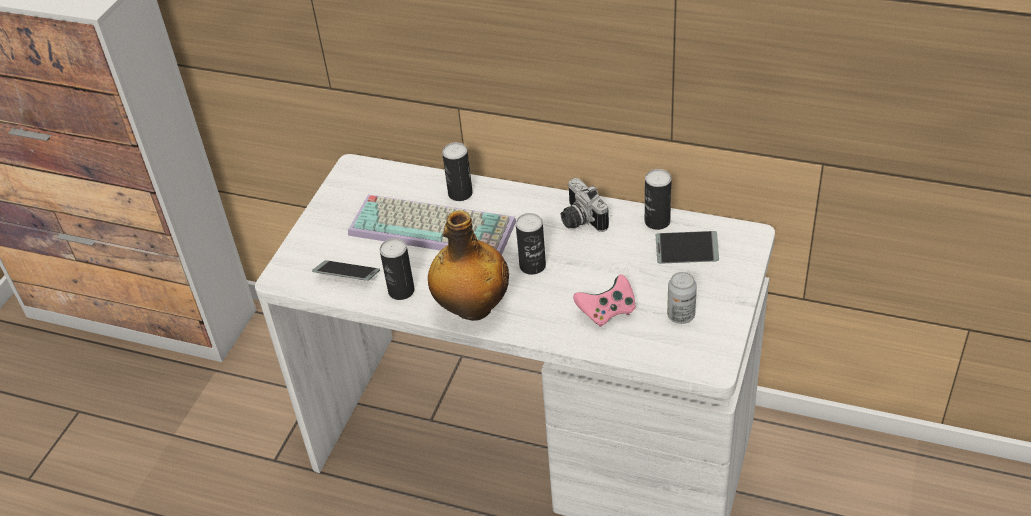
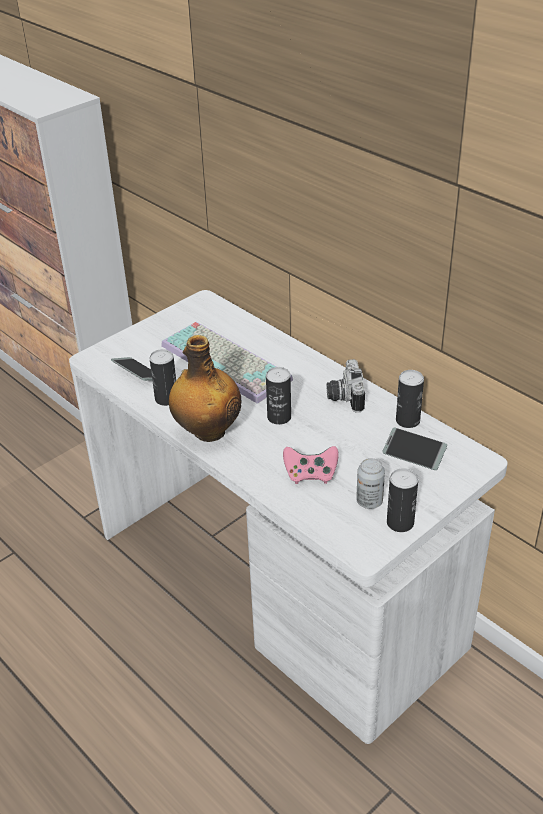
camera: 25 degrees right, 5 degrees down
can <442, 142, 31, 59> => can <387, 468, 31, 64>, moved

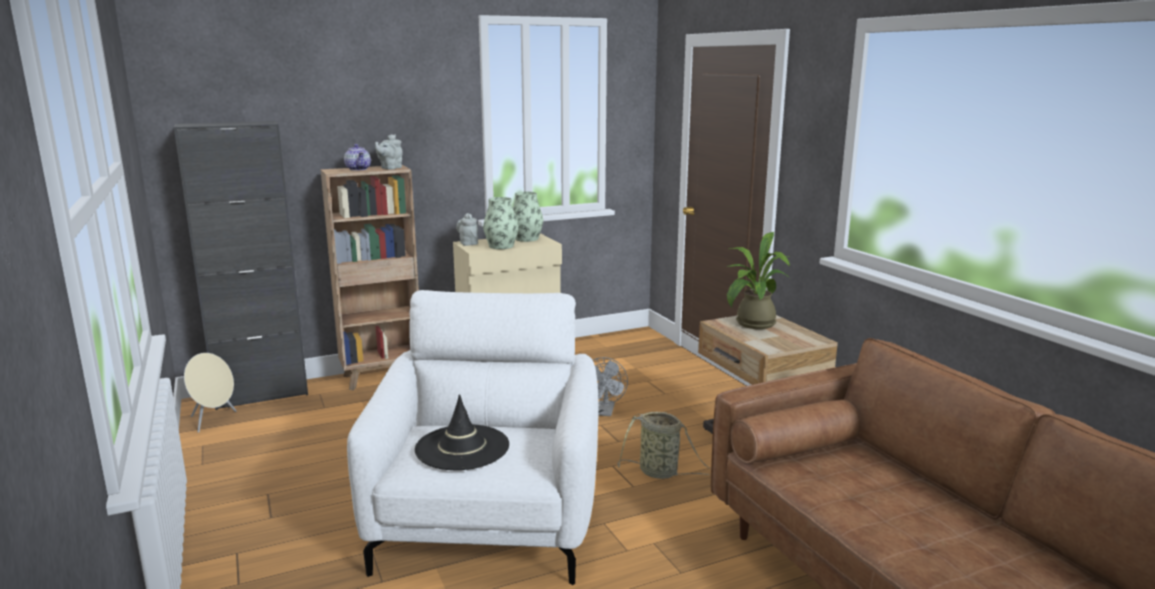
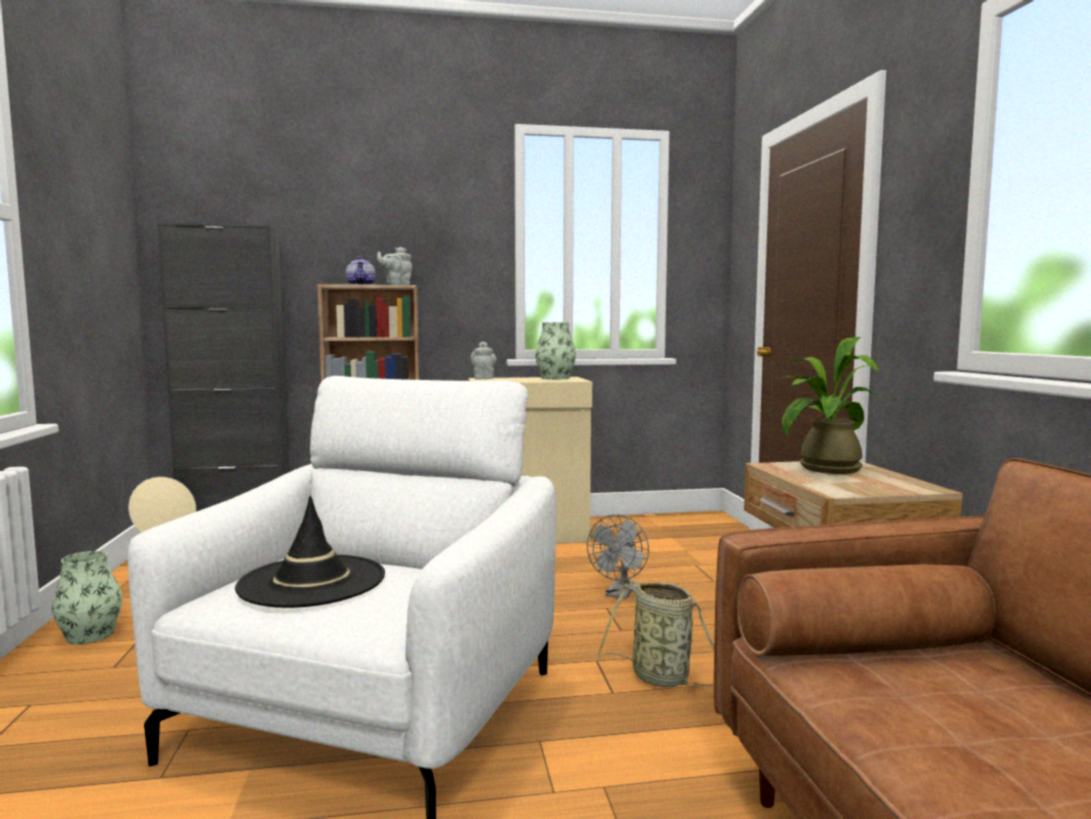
camera: 15 degrees right, 10 degrees down
vase <483, 197, 36, 52> => vase <52, 551, 70, 93>, moved

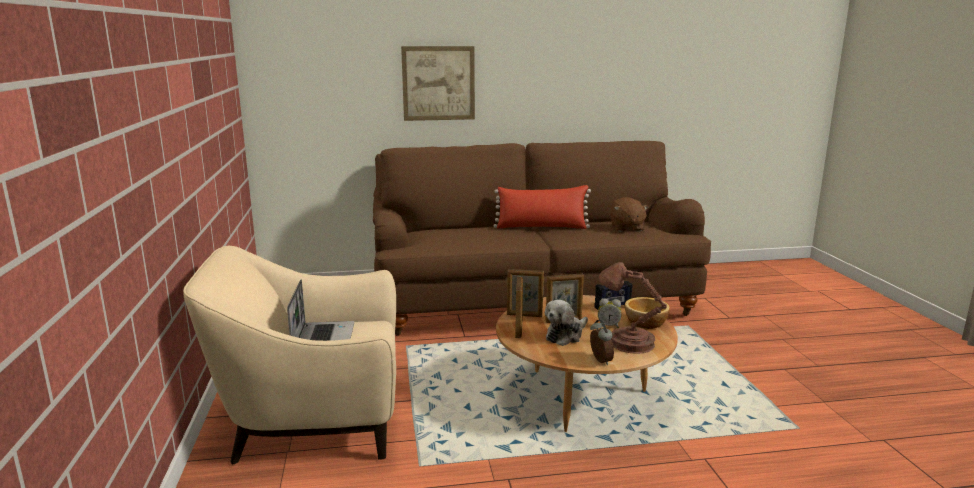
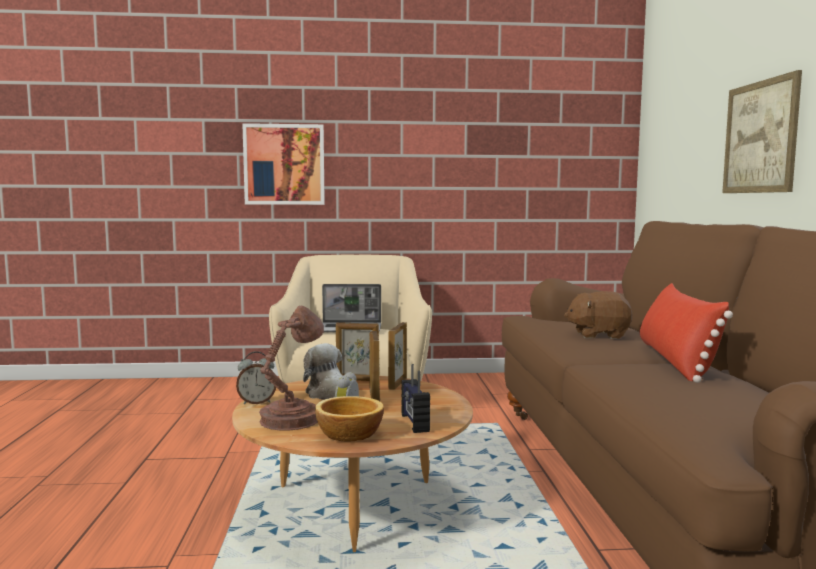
camera: 95 degrees right, 10 degrees down
nothing => picture <242, 123, 83, 82>
brown plush toy <610, 197, 39, 35> => brown plush toy <564, 291, 68, 48>, moved

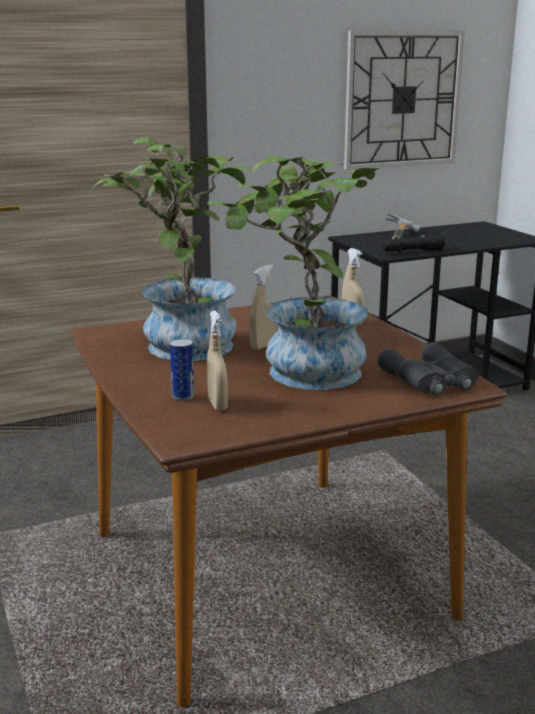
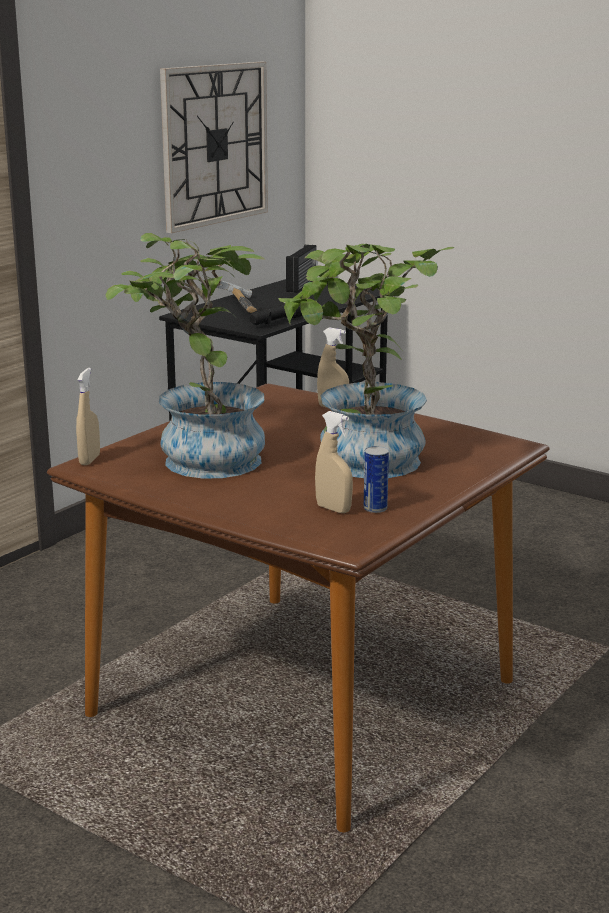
camera: 30 degrees left, 0 degrees up
beige spray bottle <249, 265, 28, 85> => beige spray bottle <76, 368, 24, 97>, moved
nothing => radio <286, 245, 32, 48>
can <170, 339, 24, 62> => can <364, 446, 25, 67>, moved
grey binoculars <378, 342, 101, 54> => nothing

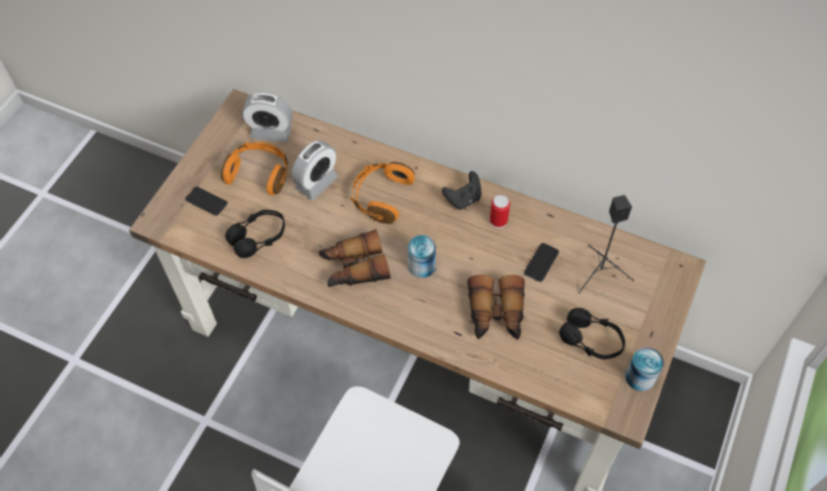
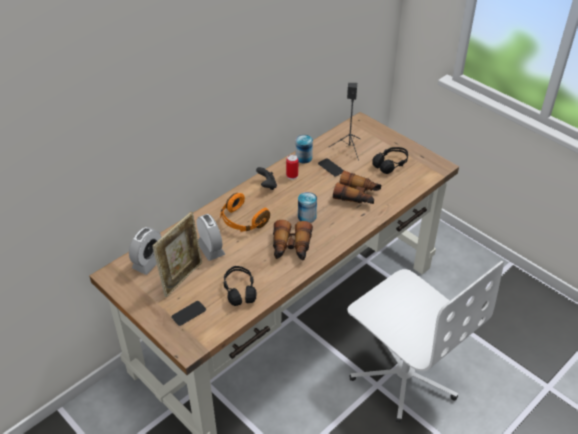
camera: 70 degrees left, 15 degrees down
orange headphones <221, 142, 67, 53> => picture frame <152, 212, 50, 86>
can <626, 347, 38, 44> => can <295, 135, 18, 28>, moved

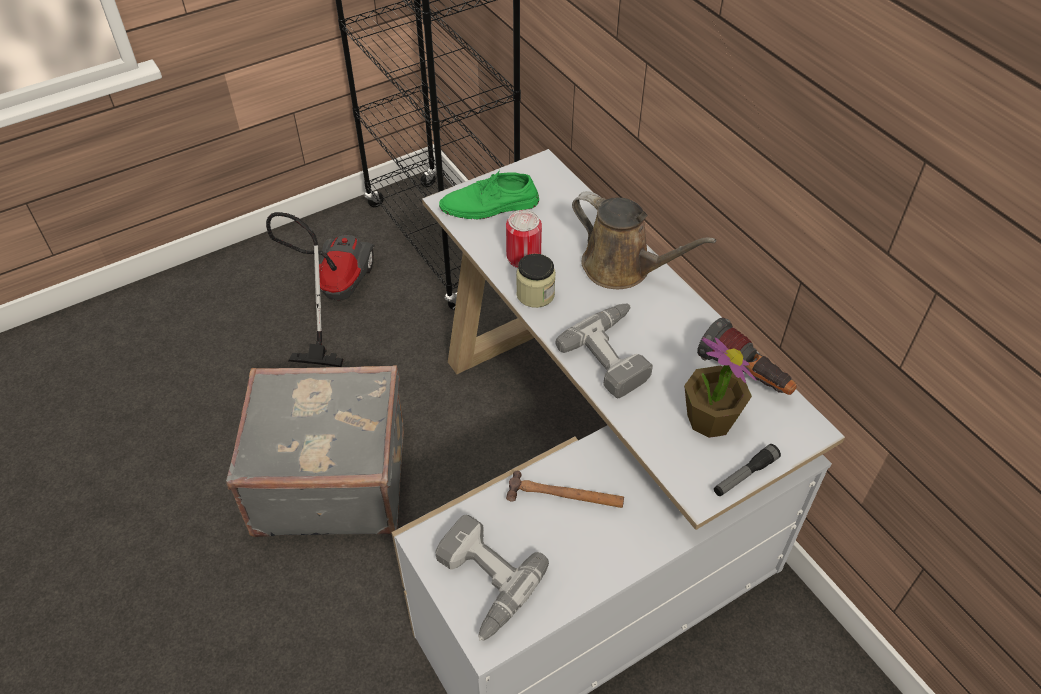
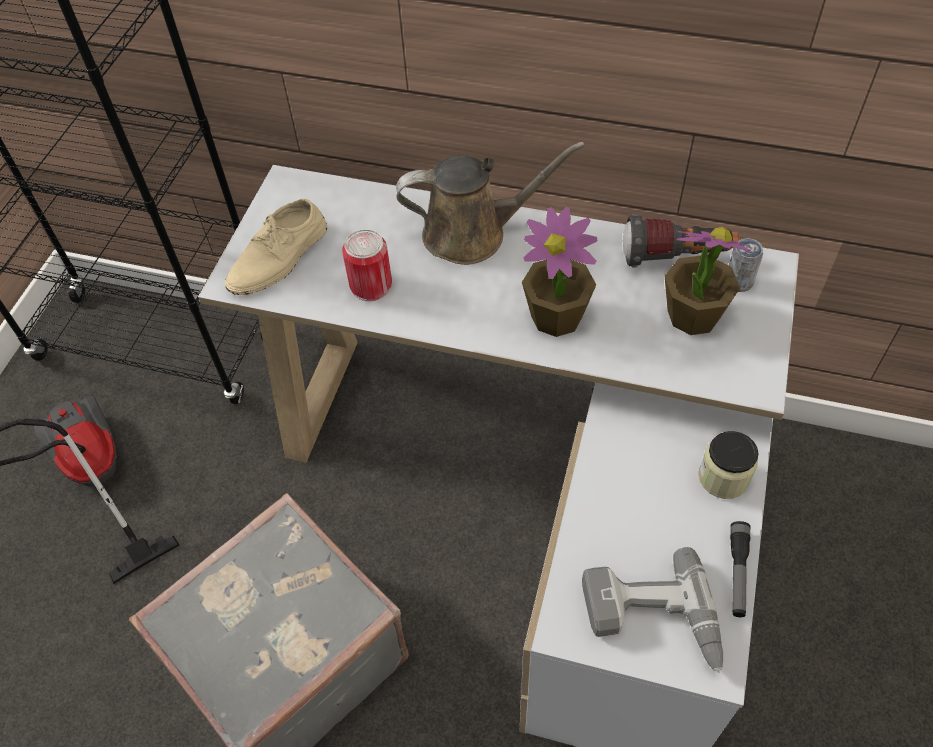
camera: 40 degrees left, 5 degrees up
green shoe <439, 170, 100, 49> => beige shoe <225, 199, 102, 96>
power drill <555, 304, 98, 94> => potted plant <522, 207, 75, 130>
jar <516, 254, 40, 54> => jar <698, 431, 61, 68>, moved
nothing => can <729, 238, 34, 54>
flashlight <714, 444, 67, 52> => flashlight <730, 521, 20, 96>, moved
hammer <506, 471, 118, 37> => nothing

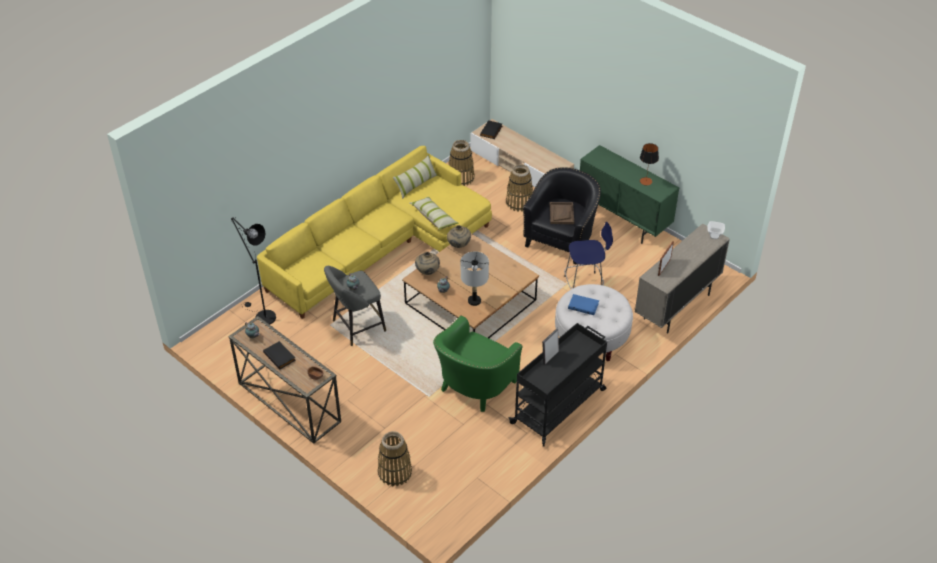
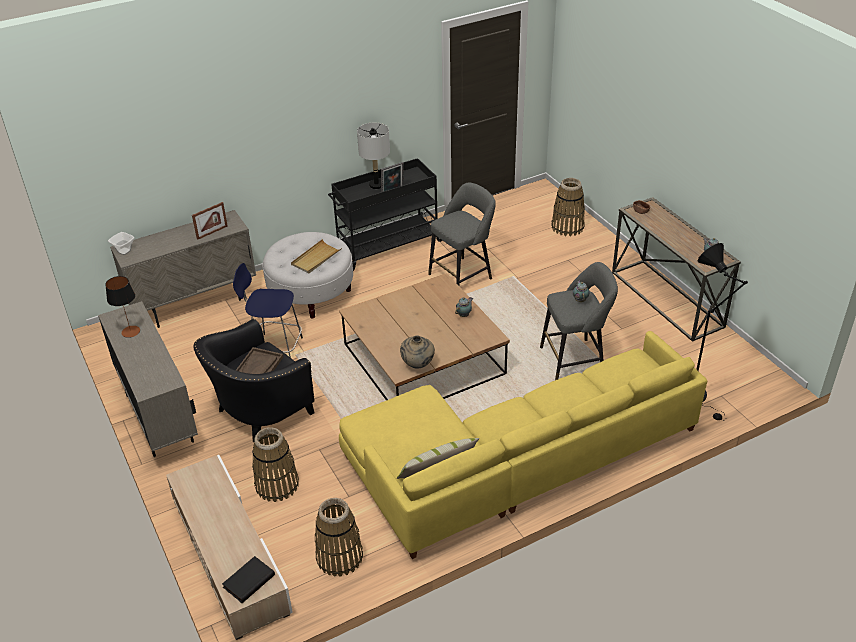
camera: 160 degrees left, 5 degrees down
green cabinet <580, 145, 99, 99> => beige cabinet <98, 301, 100, 156>
blue book <568, 294, 31, 21> => beige tray <291, 239, 51, 35>
grey table lamp <461, 251, 28, 55> => grey table lamp <357, 123, 33, 66>, moved
green armchair <433, 315, 89, 97> => grey stool <428, 183, 68, 103>
black book <263, 341, 33, 29> => nothing
pillow <410, 197, 48, 33> => nothing
beige vase <415, 252, 25, 23> => nothing

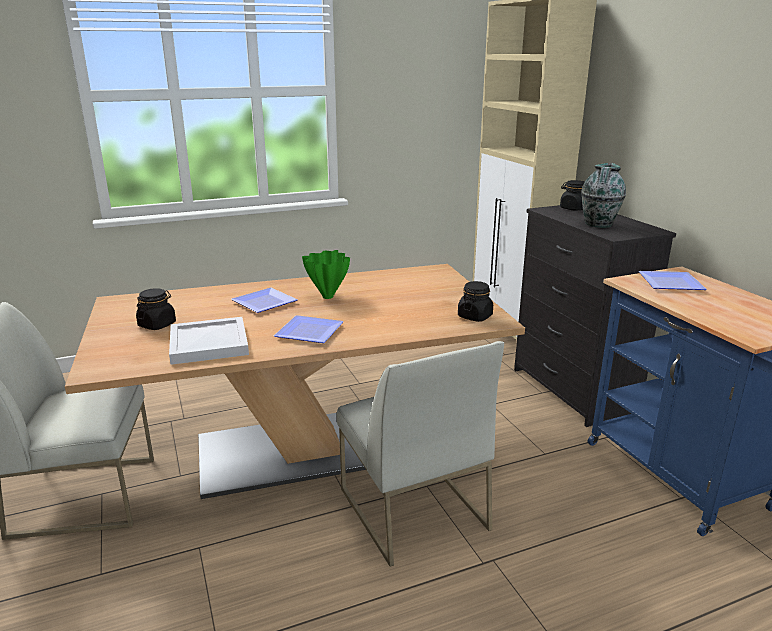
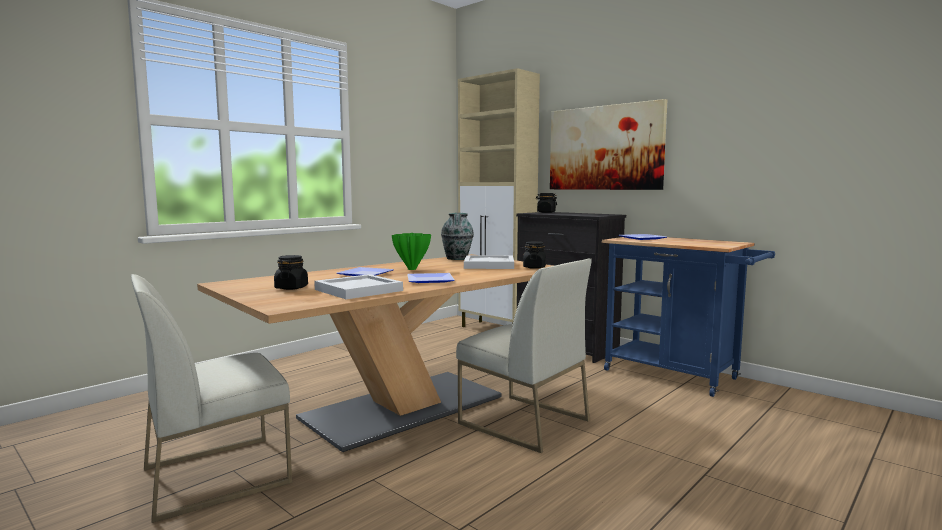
camera: 25 degrees left, 15 degrees down
vase <581, 163, 45, 65> => vase <441, 213, 33, 47>, moved
nothing => white tray <464, 255, 50, 14>
nothing => picture <550, 99, 117, 91>

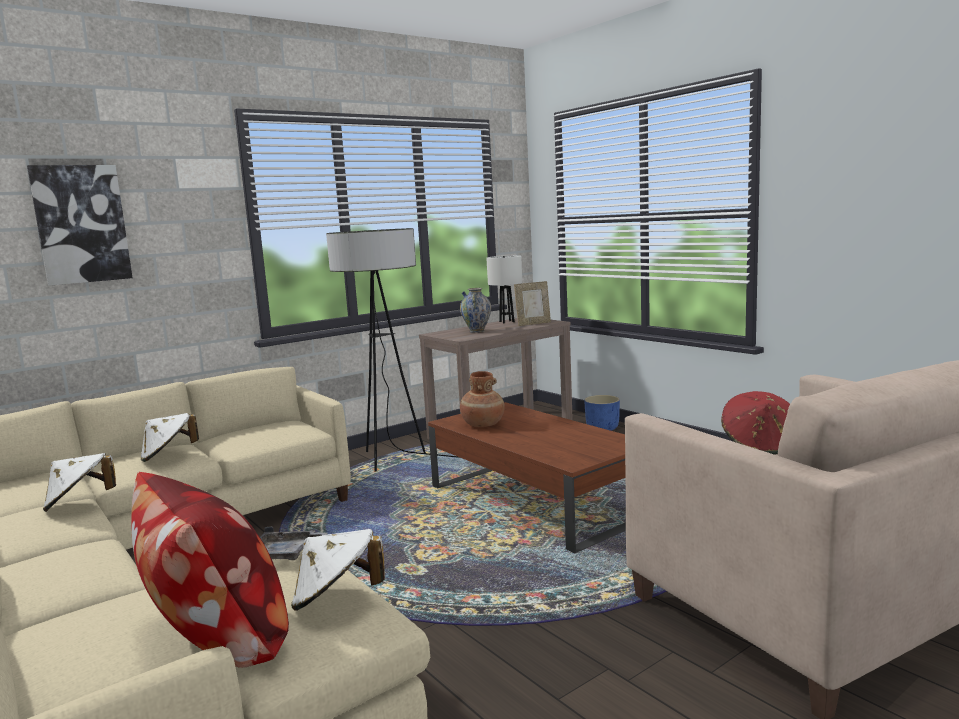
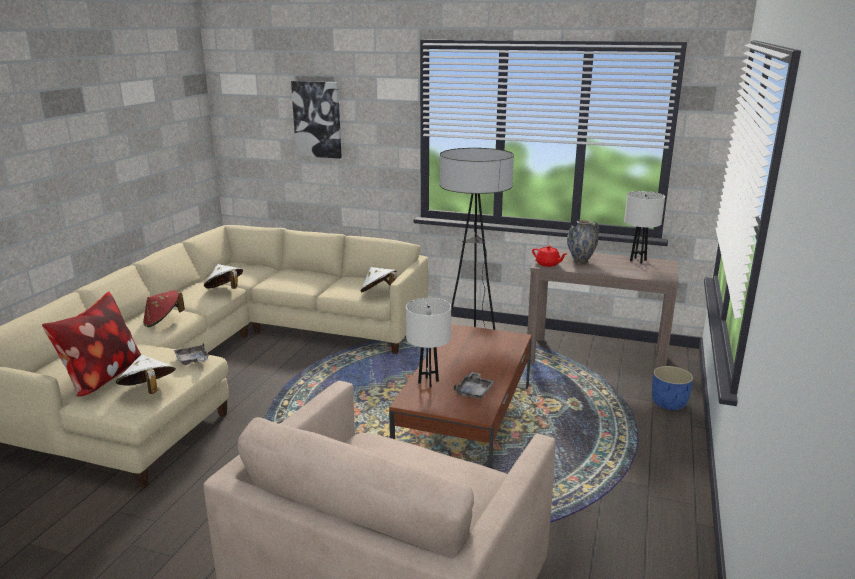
camera: 55 degrees right, 10 degrees up
red hat <721, 391, 69, 64> => red hat <143, 290, 42, 37>, moved
white hat <141, 413, 58, 49> => white hat <361, 267, 36, 25>, moved
nothing => white table lamp <406, 298, 45, 89>
nothing => grey tray <454, 372, 40, 27>
nothing => red teapot <532, 246, 35, 21>
brown vase <460, 371, 45, 56> => nothing
picture frame <514, 281, 37, 45> => nothing

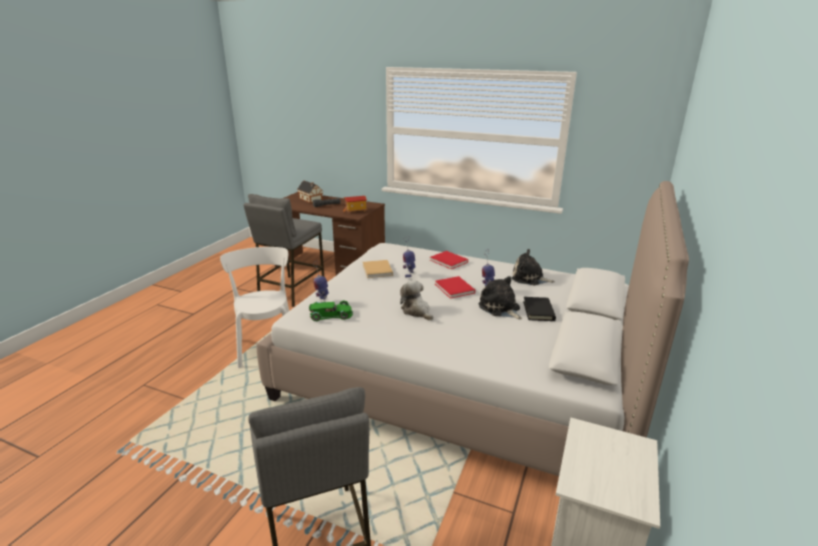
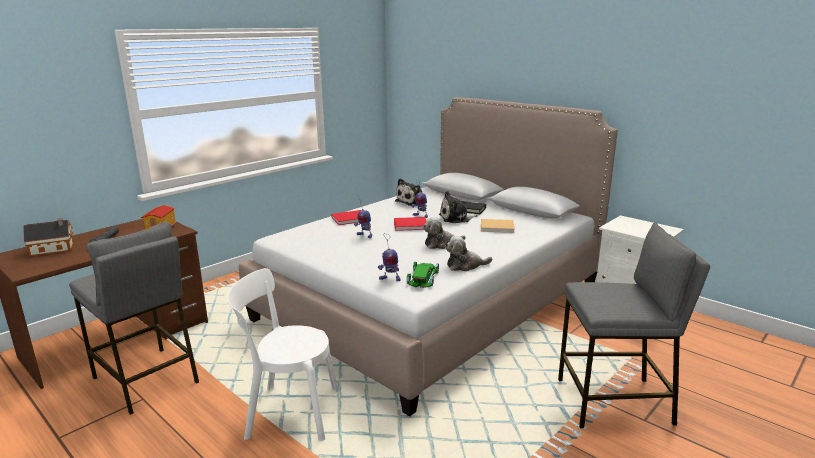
camera: 70 degrees left, 5 degrees down
nothing => plush toy <445, 236, 47, 35>
beige book <363, 260, 30, 18> => beige book <481, 219, 34, 14>, moved

